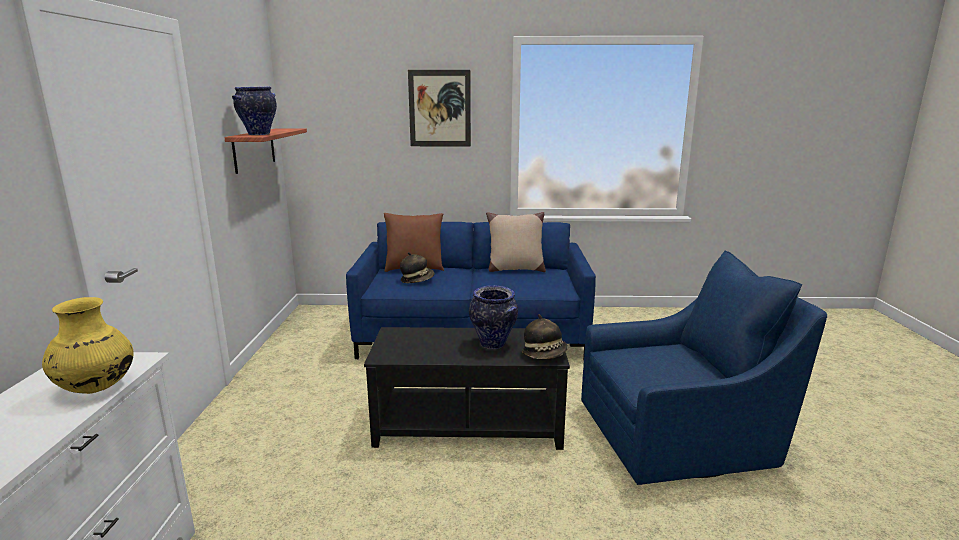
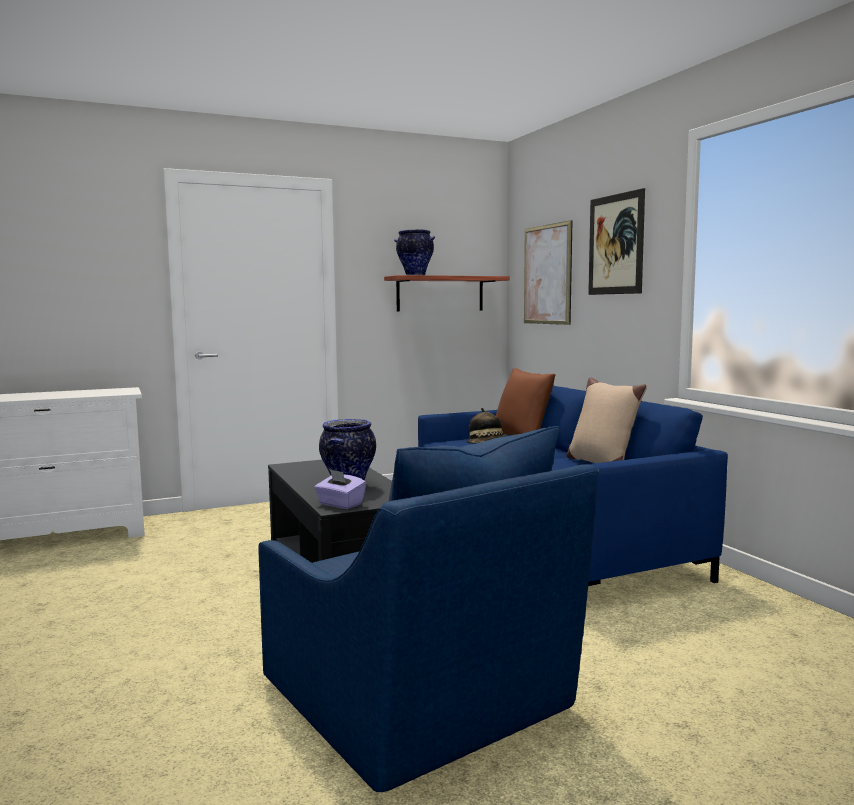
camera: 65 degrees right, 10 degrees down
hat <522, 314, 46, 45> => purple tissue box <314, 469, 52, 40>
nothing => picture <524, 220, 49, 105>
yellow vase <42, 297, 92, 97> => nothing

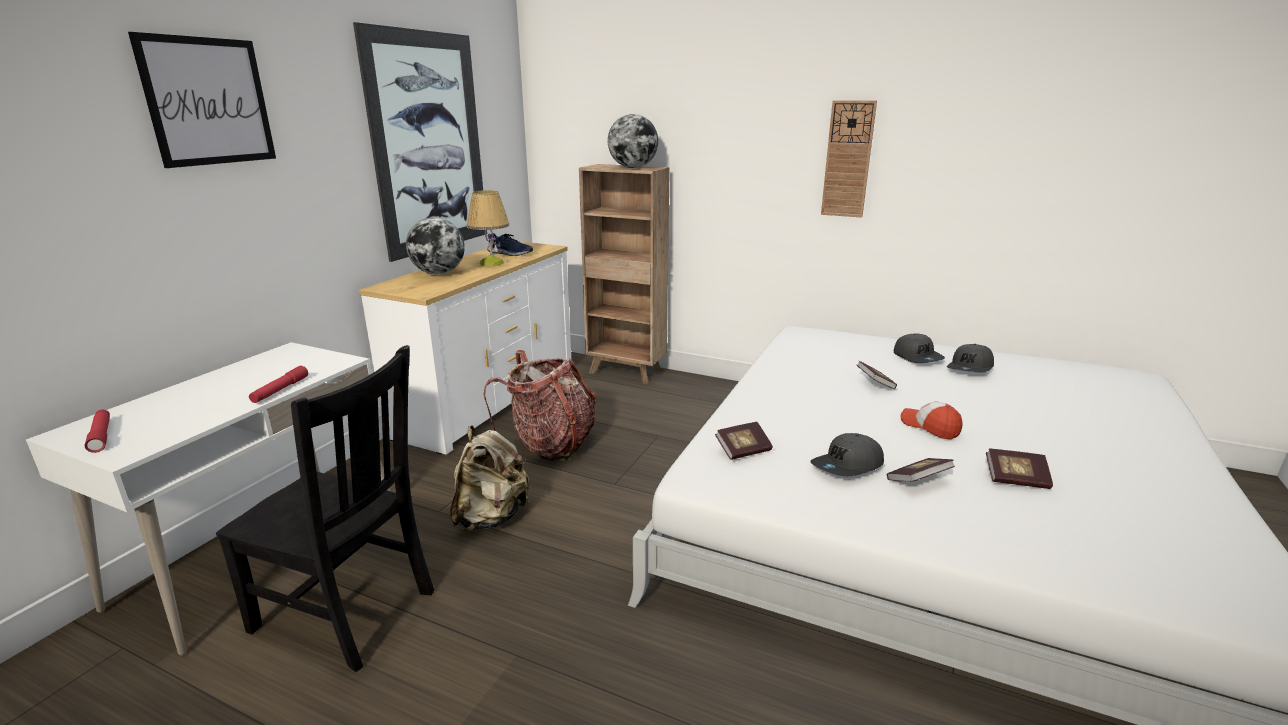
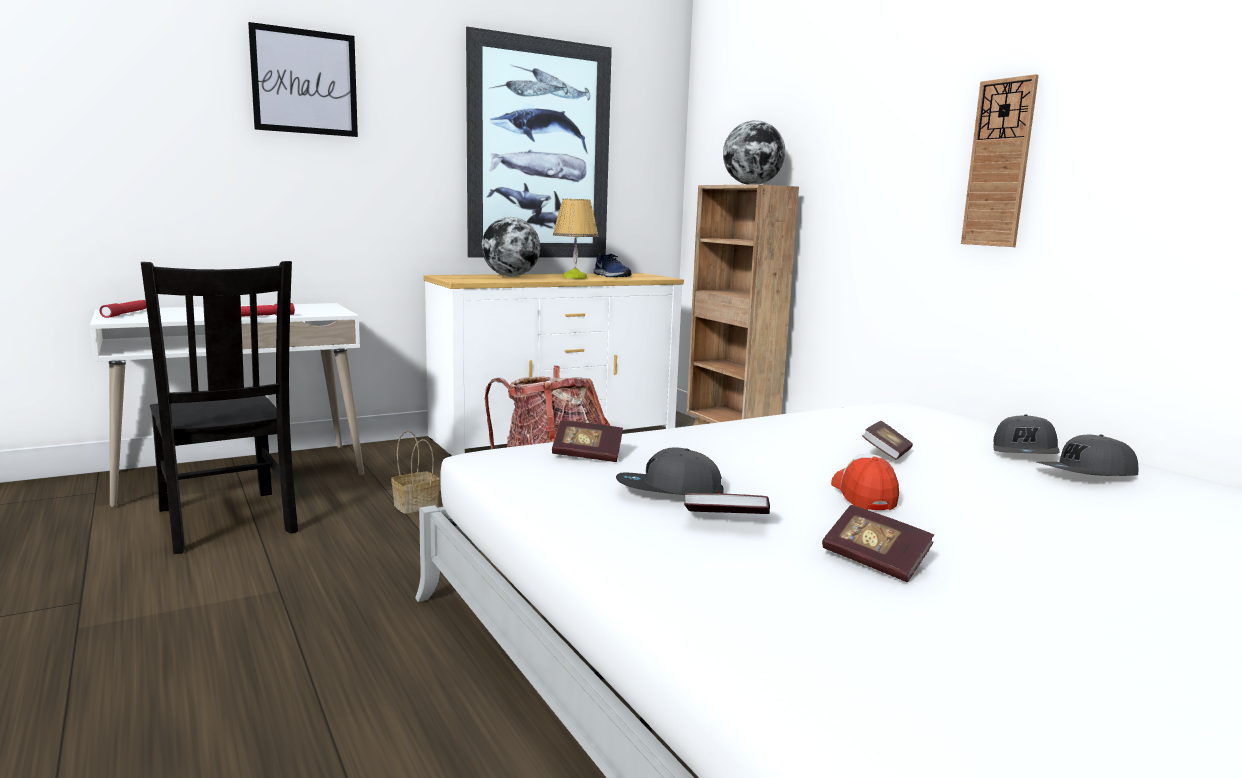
camera: 35 degrees right, 10 degrees down
beige backpack <450, 425, 80, 107> => basket <391, 430, 49, 84>

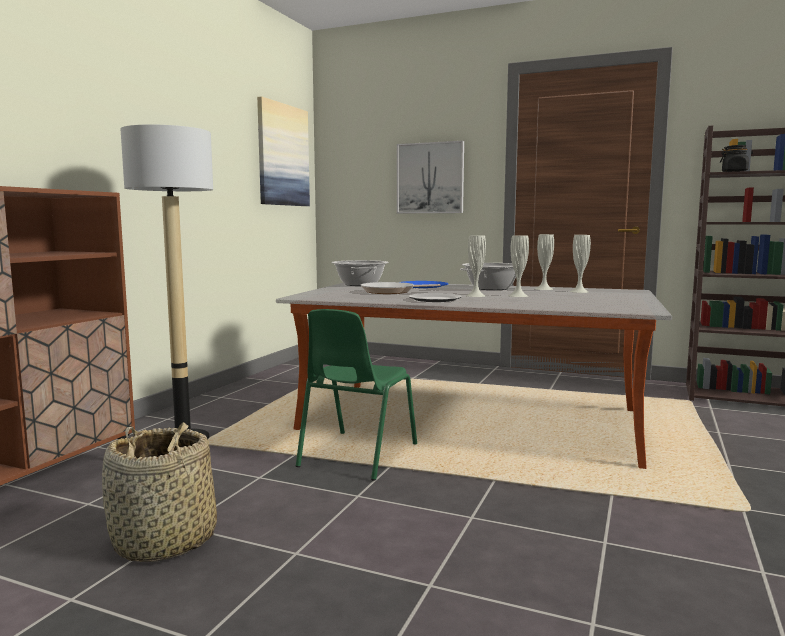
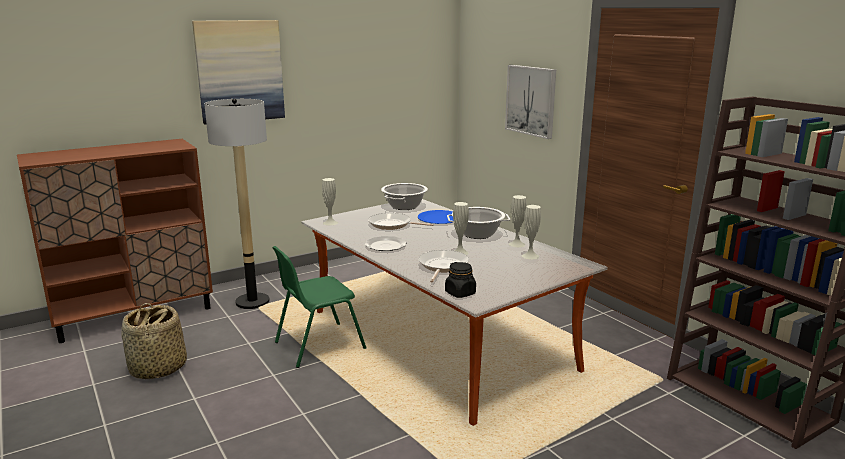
camera: 35 degrees right, 10 degrees up
picture <257, 96, 53, 110> => picture <192, 20, 93, 105>, moved
white vase <466, 235, 20, 62> => white vase <322, 178, 16, 47>, moved
nothing => frying pan <418, 250, 51, 32>
black jar <720, 145, 33, 27> => black jar <445, 262, 31, 36>, moved

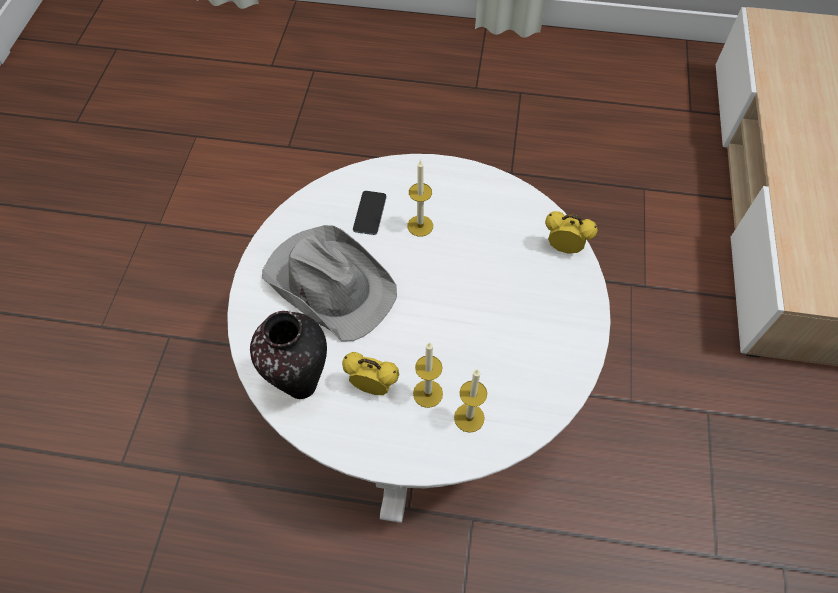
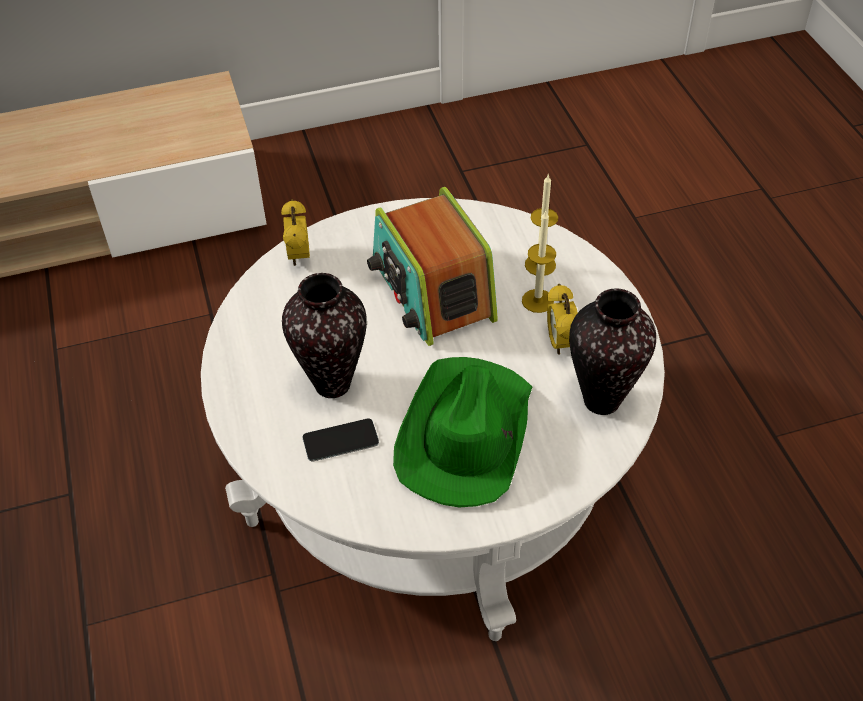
camera: 115 degrees left, 10 degrees down
candle <407, 160, 26, 77> => vase <282, 273, 85, 125>
nothing => radio <367, 187, 131, 159>
grey hat <262, 225, 135, 117> => green hat <393, 357, 139, 150>

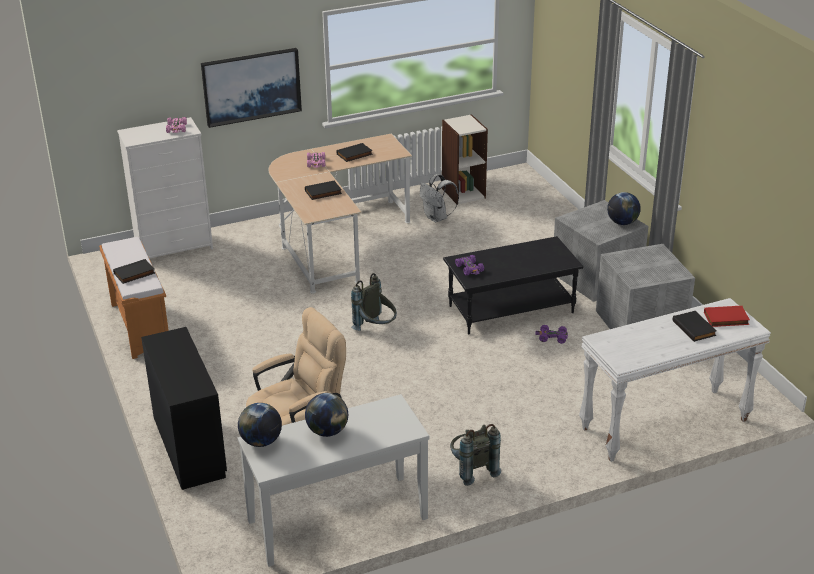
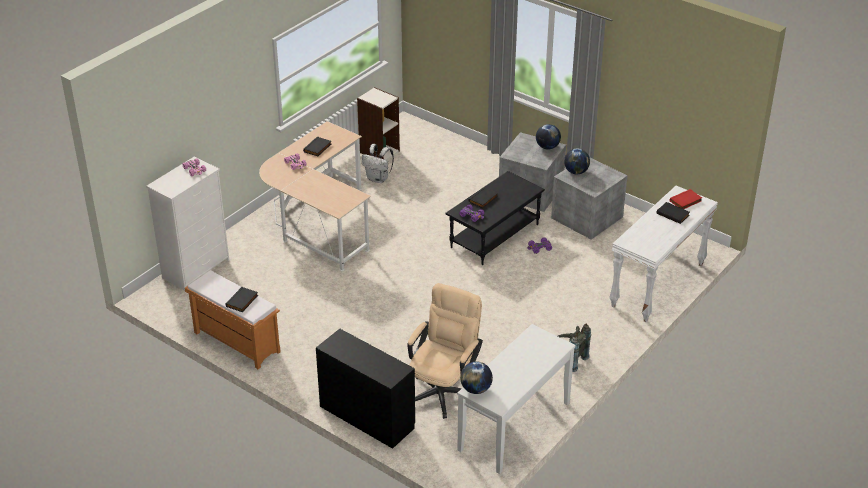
camera: 30 degrees left, 5 degrees up
black book <305, 180, 37, 20> => black book <469, 187, 29, 21>, moved
globe <305, 393, 43, 44> => globe <564, 149, 26, 25>, moved
picture <201, 48, 101, 80> => nothing
grey backpack <351, 273, 46, 58> => nothing

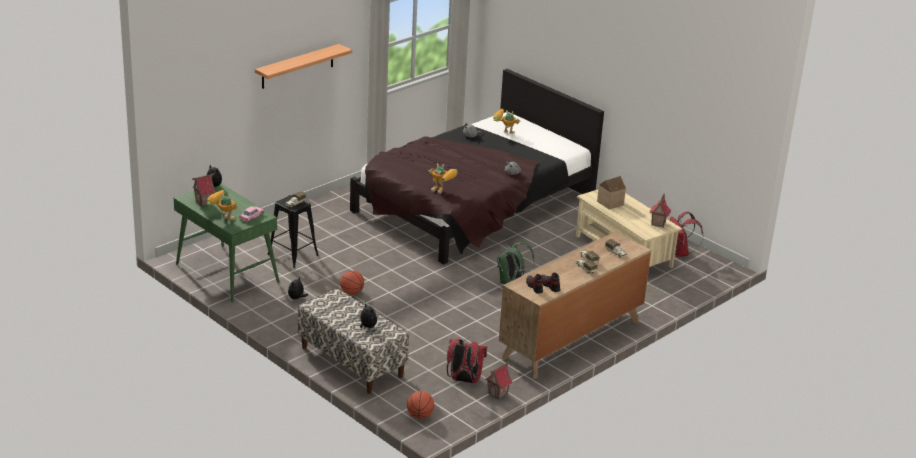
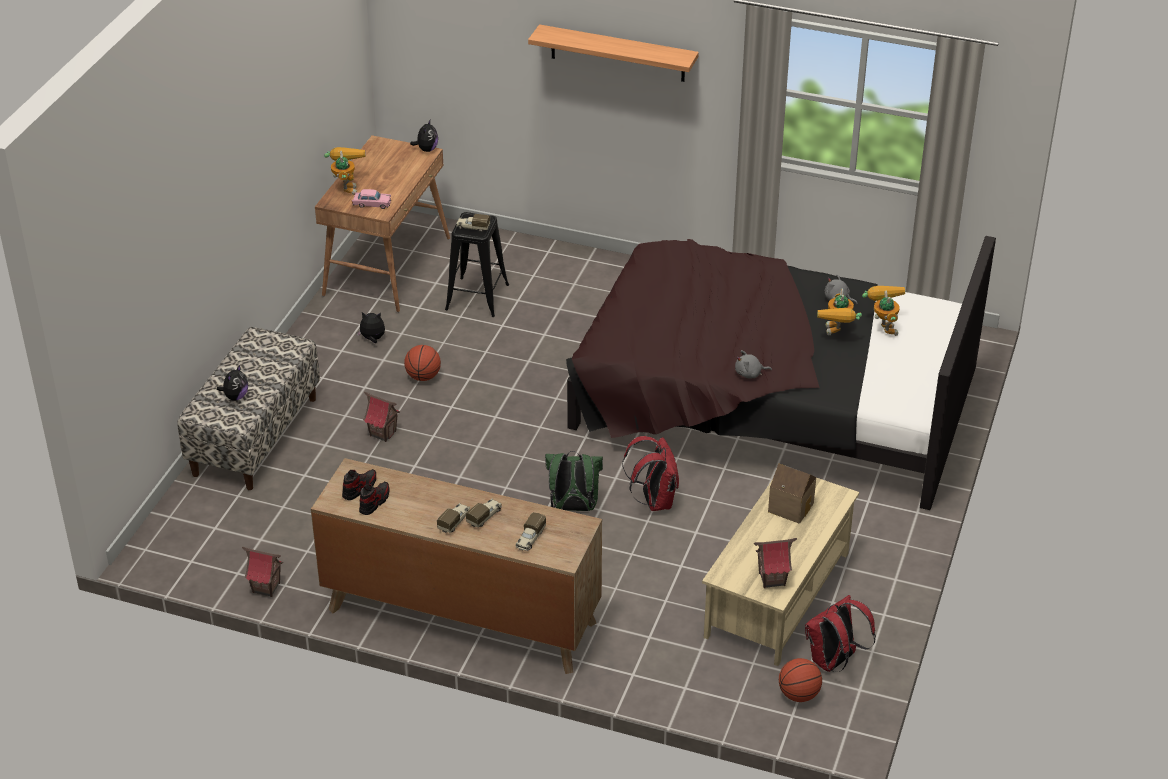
camera: 65 degrees right, 10 degrees up
green desk <174, 184, 106, 119> => brown desk <315, 135, 135, 177>
toy house <192, 173, 24, 34> => toy house <363, 392, 38, 50>, moved
red backpack <447, 339, 40, 44> => red backpack <622, 436, 57, 75>, moved
basketball <407, 391, 27, 28> => basketball <779, 658, 43, 44>, moved
toy robot <429, 163, 29, 31> => toy robot <817, 289, 45, 46>, moved

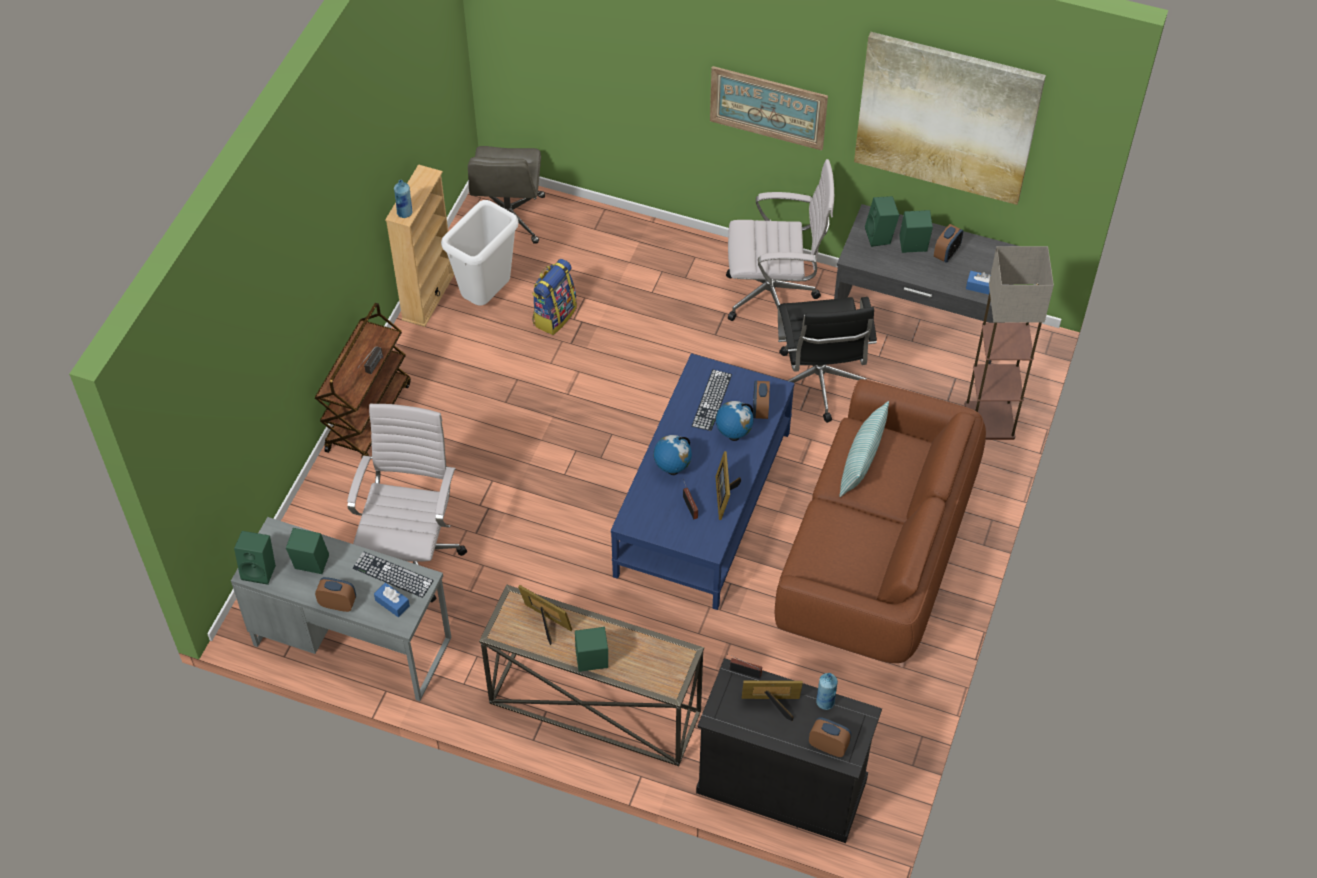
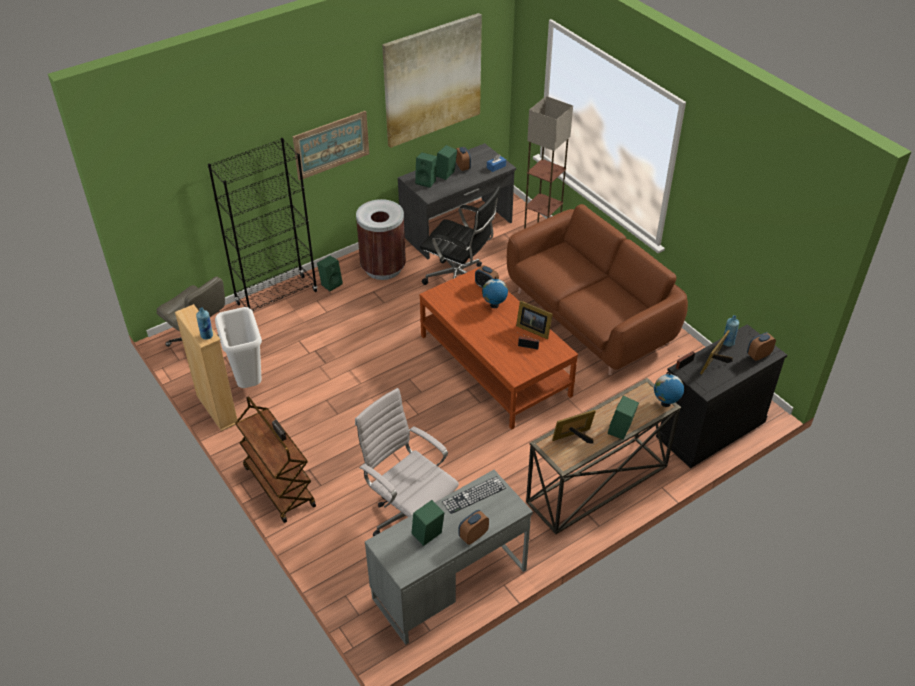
camera: 55 degrees left, 10 degrees down
nothing => black bookcase <208, 138, 110, 173>
green speaker <234, 531, 42, 54> => green speaker <317, 256, 26, 35>, moved
white office chair <726, 159, 108, 162> => brown trash can <356, 199, 50, 81>
blue coffee table <611, 353, 184, 257> => brown coffee table <419, 266, 159, 163>
globe <654, 435, 38, 40> => globe <654, 372, 30, 35>, moved
blue tissue box <374, 583, 36, 34> => nothing
backpack <532, 259, 45, 76> => nothing
keyboard <692, 369, 40, 62> => nothing
pillow <840, 401, 49, 96> => nothing

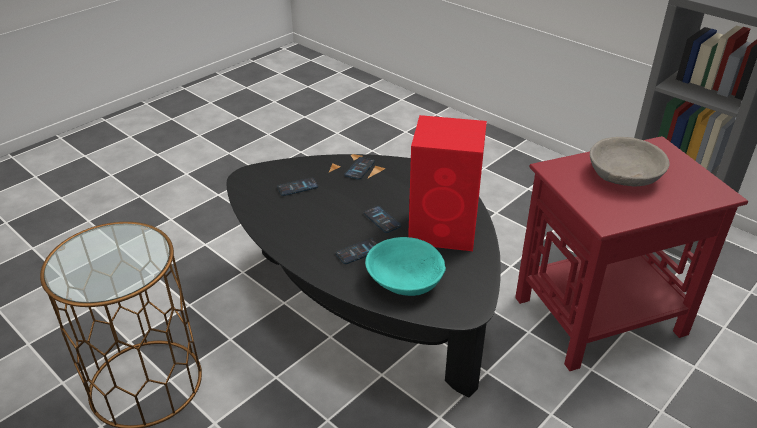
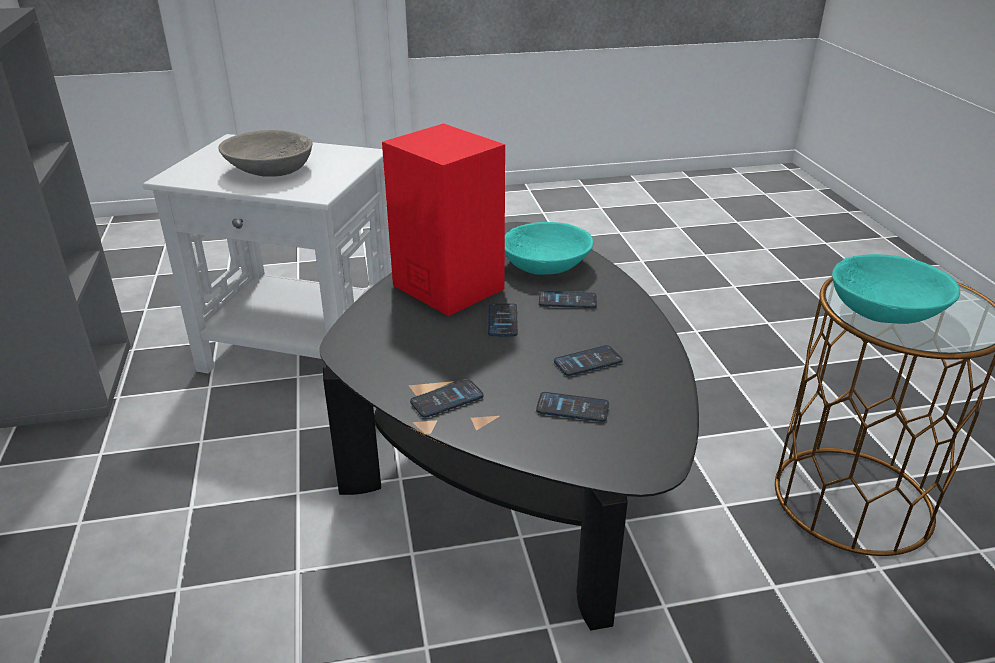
camera: 145 degrees left, 5 degrees down
red side table <515, 136, 233, 235> => white side table <143, 134, 249, 239>
nothing => phone <554, 345, 69, 31>
nothing => turquoise bowl <832, 254, 128, 70>

